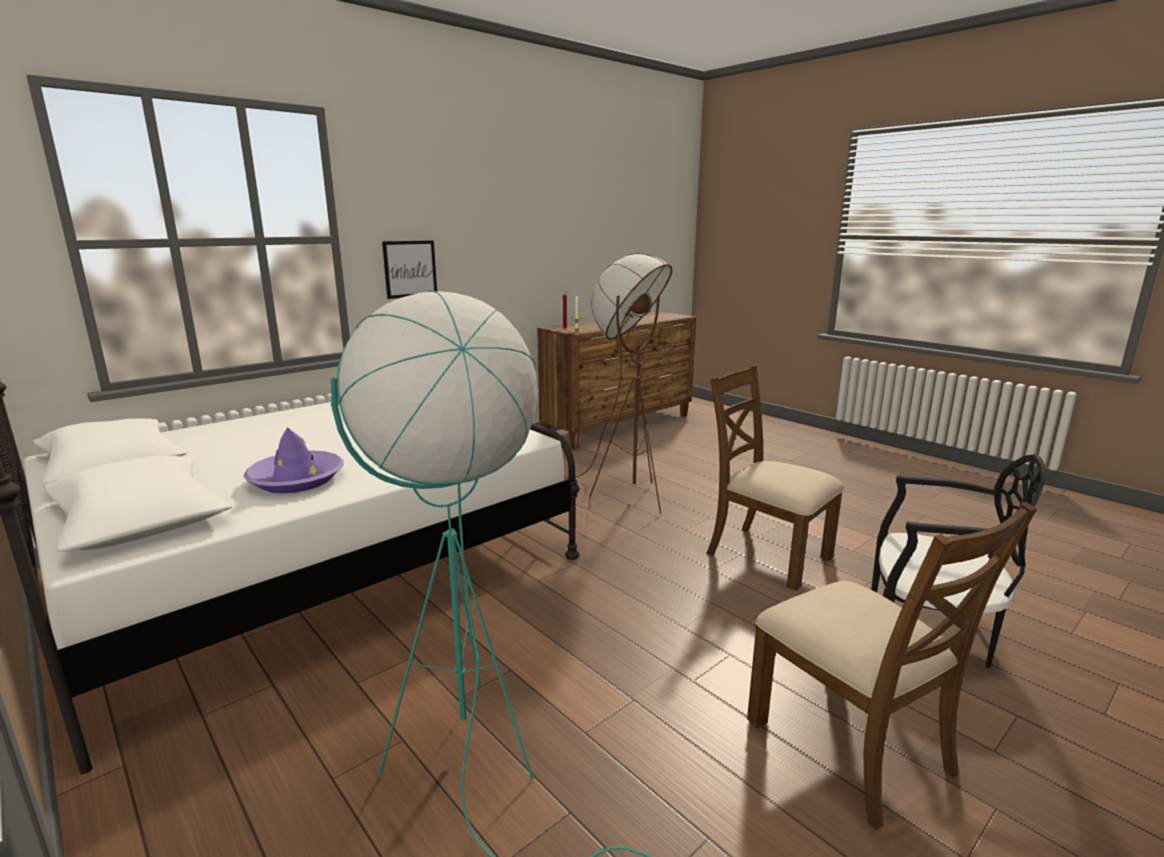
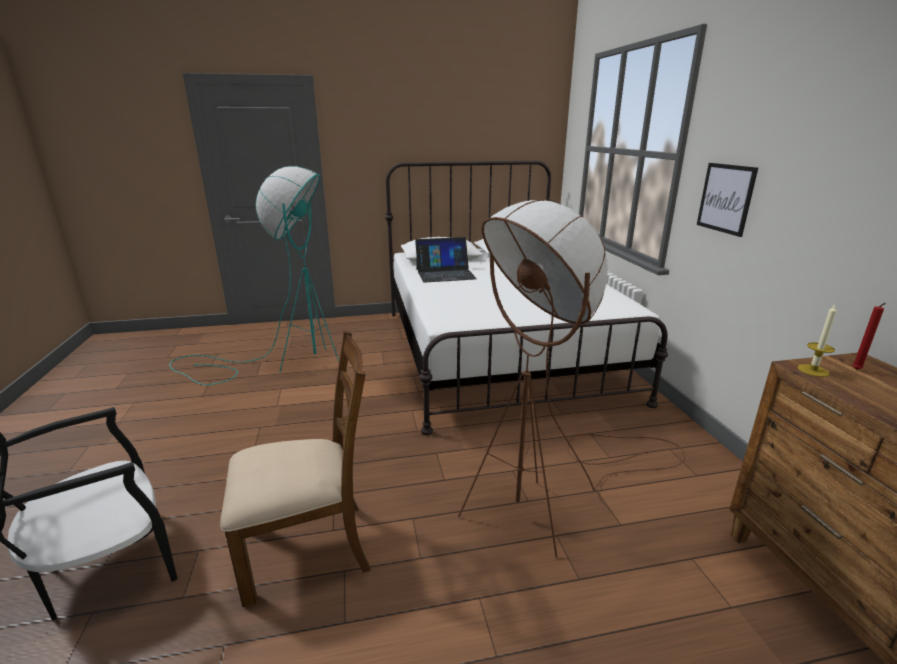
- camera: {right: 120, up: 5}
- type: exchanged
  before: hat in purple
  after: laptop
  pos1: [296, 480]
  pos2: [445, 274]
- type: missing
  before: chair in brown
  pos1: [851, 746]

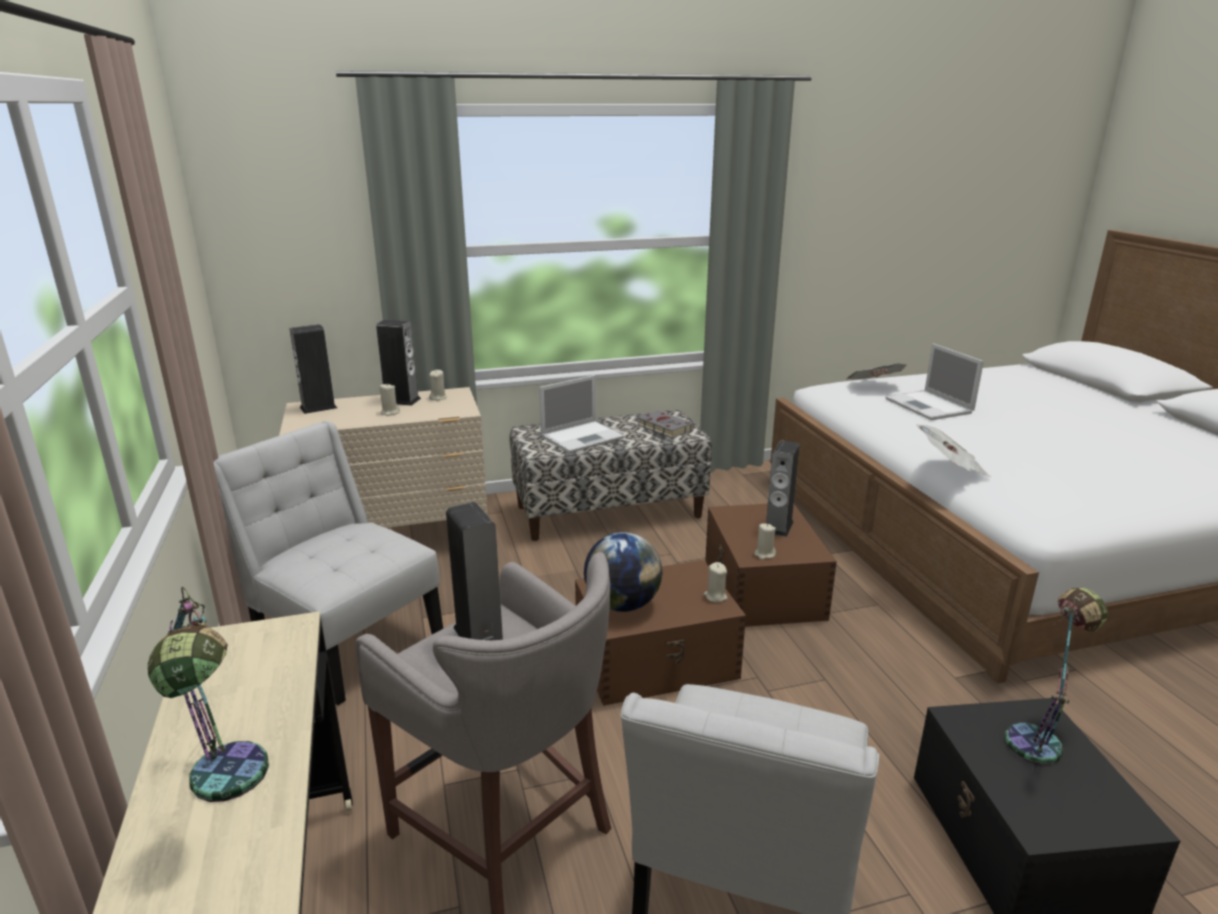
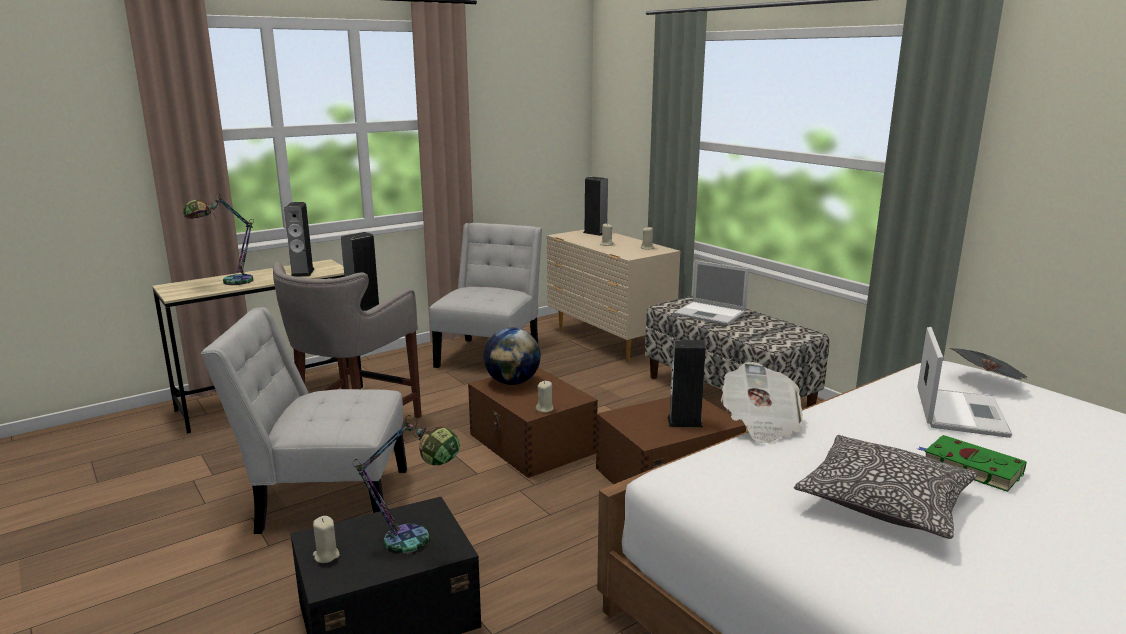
- camera: {right: 70, up: -5}
- type: relocated
  before: speaker
  pos1: [401, 400]
  pos2: [302, 273]
- type: relocated
  before: candle in beige
  pos1: [764, 554]
  pos2: [326, 555]
- type: appeared
  after: pillow
  pos2: [884, 501]
- type: spun
  before: laptop
  pos1: [930, 406]
  pos2: [959, 412]
  turn: 150
- type: appeared
  after: book in green
  pos2: [969, 467]
- type: missing
  before: book in grey
  pos1: [663, 427]

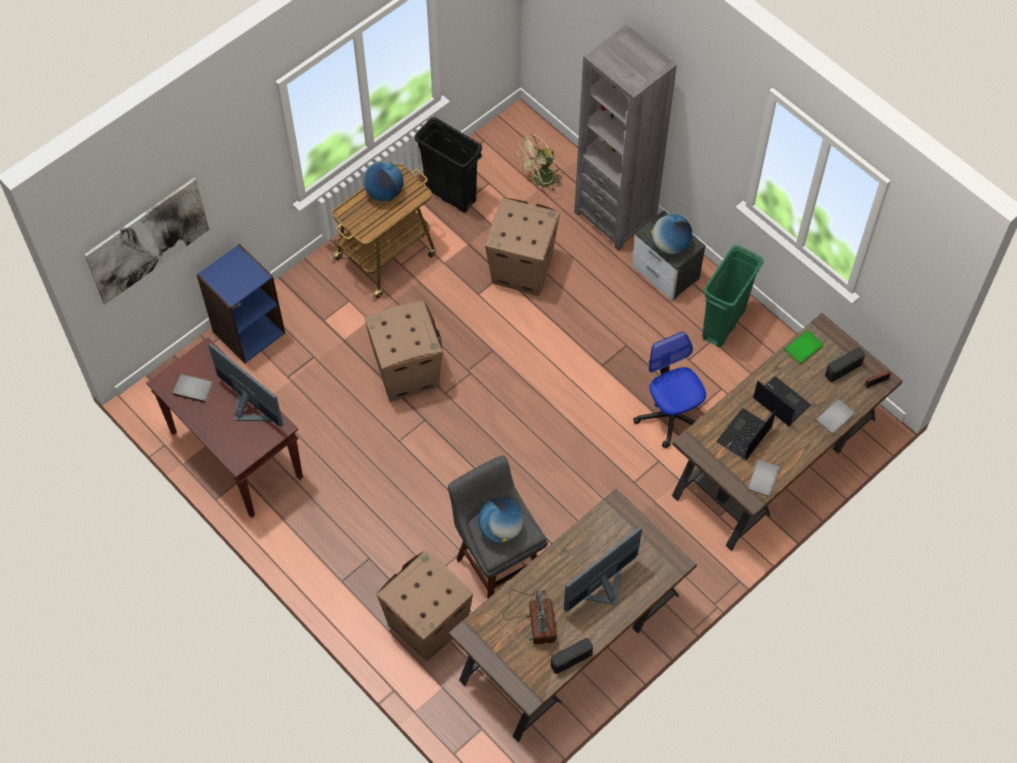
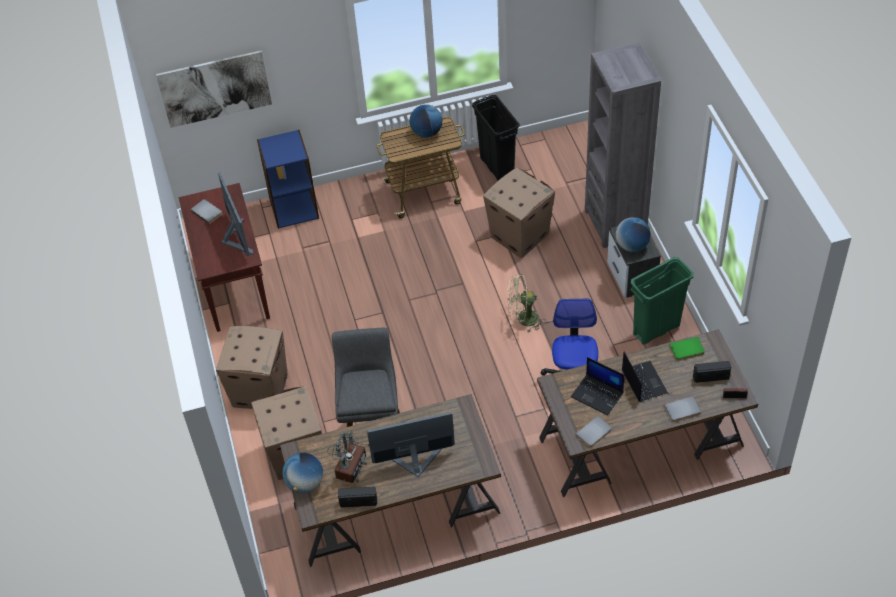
- camera: {right: 30, up: -10}
- type: relocated
  before: cardboard box
  pos1: [407, 372]
  pos2: [260, 390]
- type: relocated
  before: globe
  pos1: [500, 529]
  pos2: [305, 483]
- type: relocated
  before: fan in beige
  pos1: [540, 181]
  pos2: [523, 319]
- type: spun
  before: laptop
  pos1: [744, 435]
  pos2: [598, 395]
  turn: -120

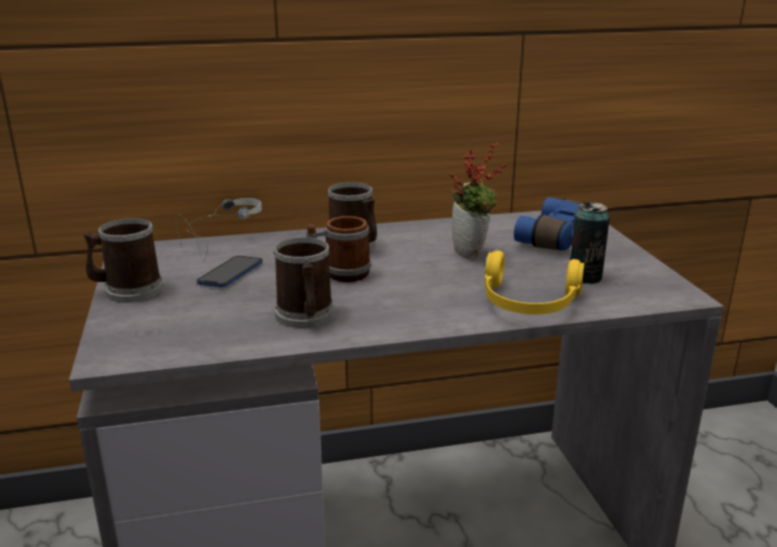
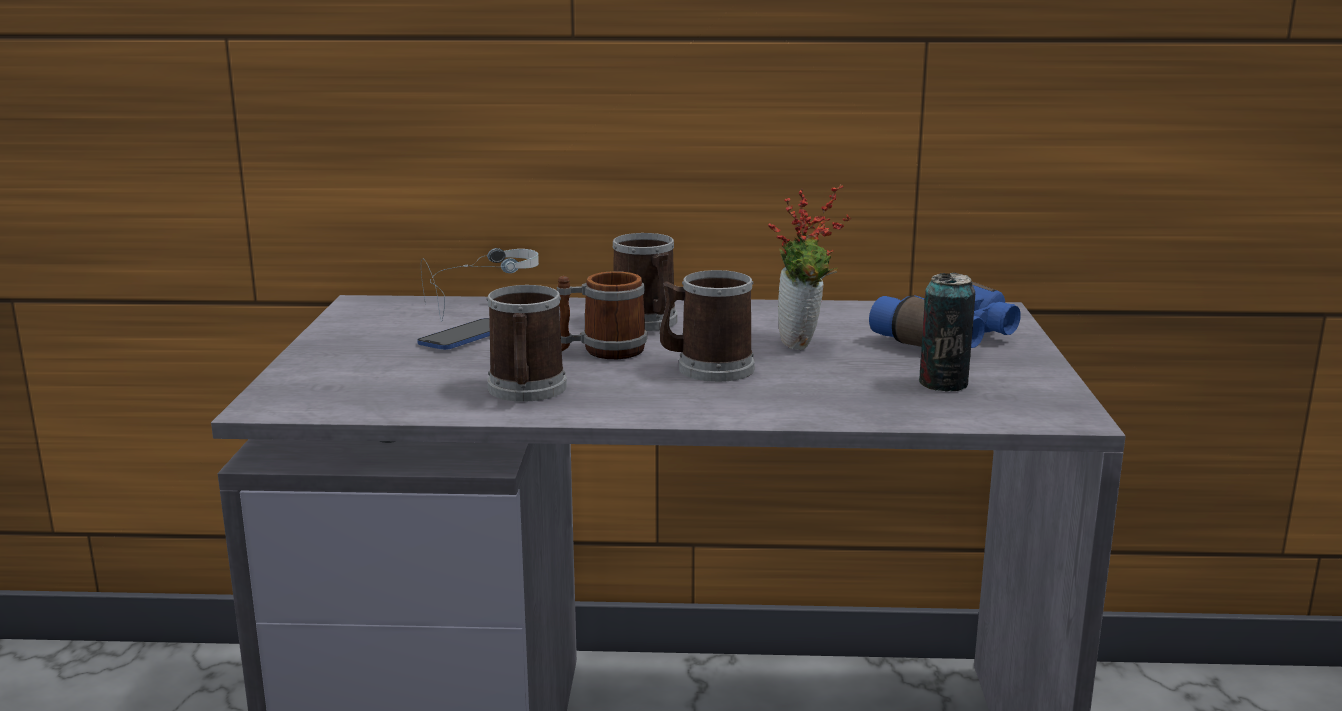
- camera: {right: 15, up: -5}
- type: relocated
  before: mug
  pos1: [127, 291]
  pos2: [707, 368]
- type: missing
  before: headphones in yellow
  pos1: [528, 303]

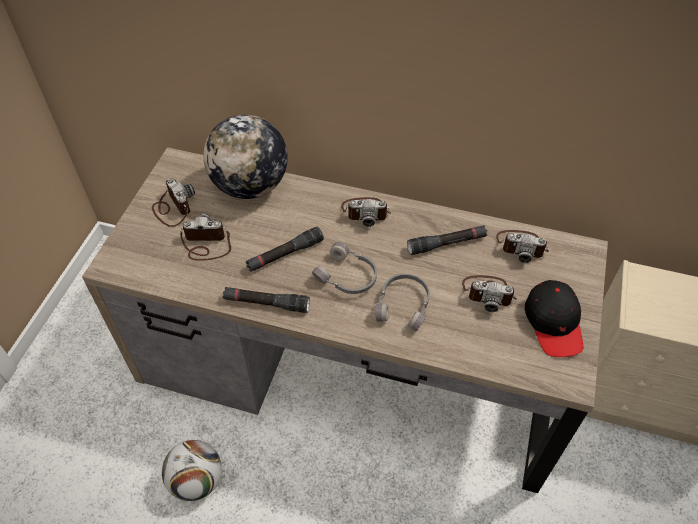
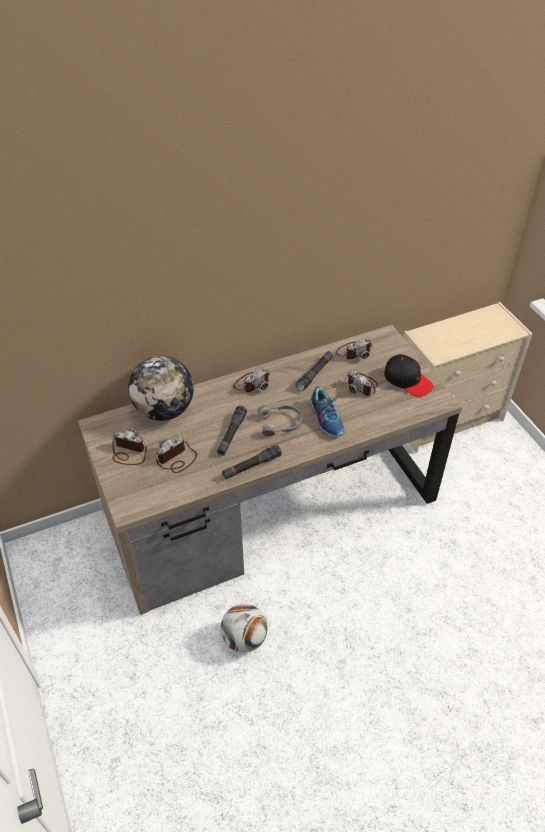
- camera: {right: -40, up: -5}
- type: exchanged
  before: headphones in grey
  after: shoe
  pos1: [404, 305]
  pos2: [327, 418]
- type: spun
  before: photo camera
  pos1: [488, 293]
  pos2: [362, 385]
  turn: 75

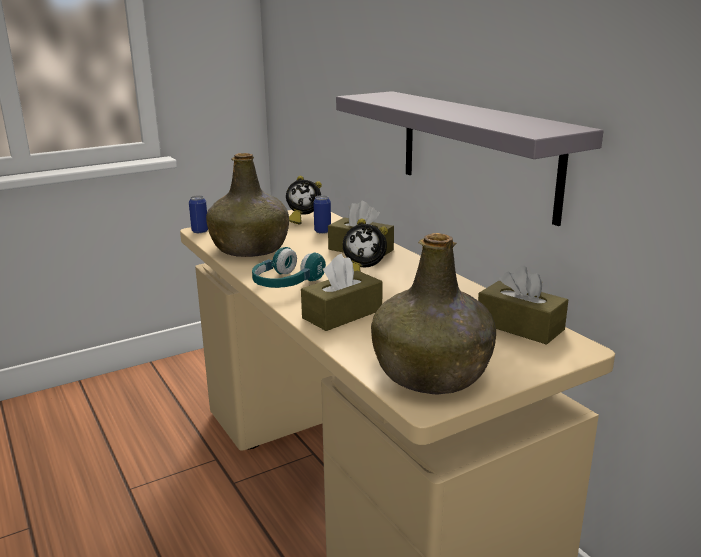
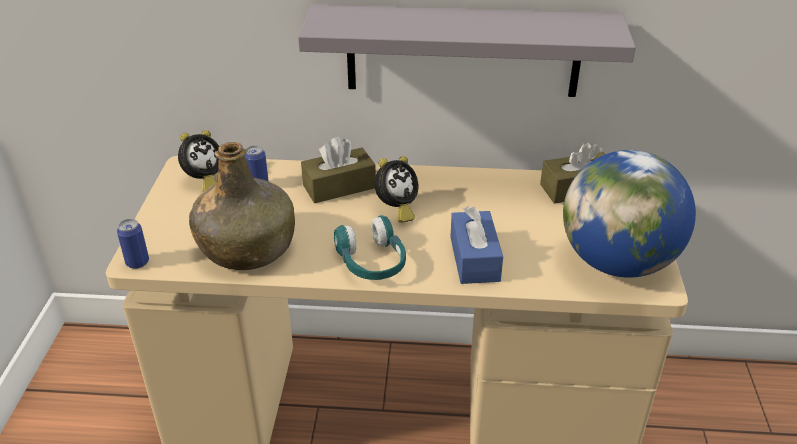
- camera: {right: -55, up: 15}
- type: colour
  before: tissue box in brown
  after: tissue box in blue
  pos1: [342, 314]
  pos2: [474, 259]
- type: exchanged
  before: bottle in green
  after: globe
  pos1: [433, 373]
  pos2: [617, 262]

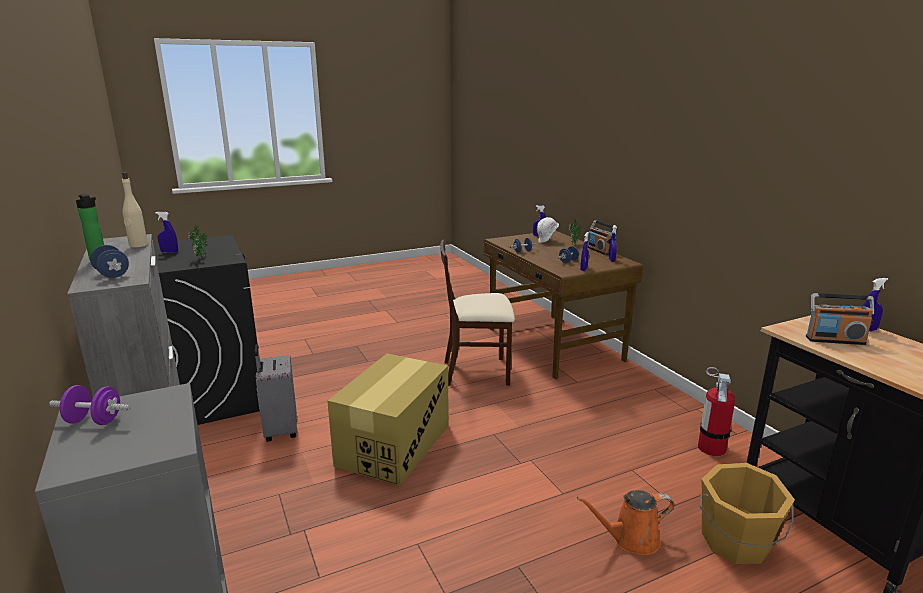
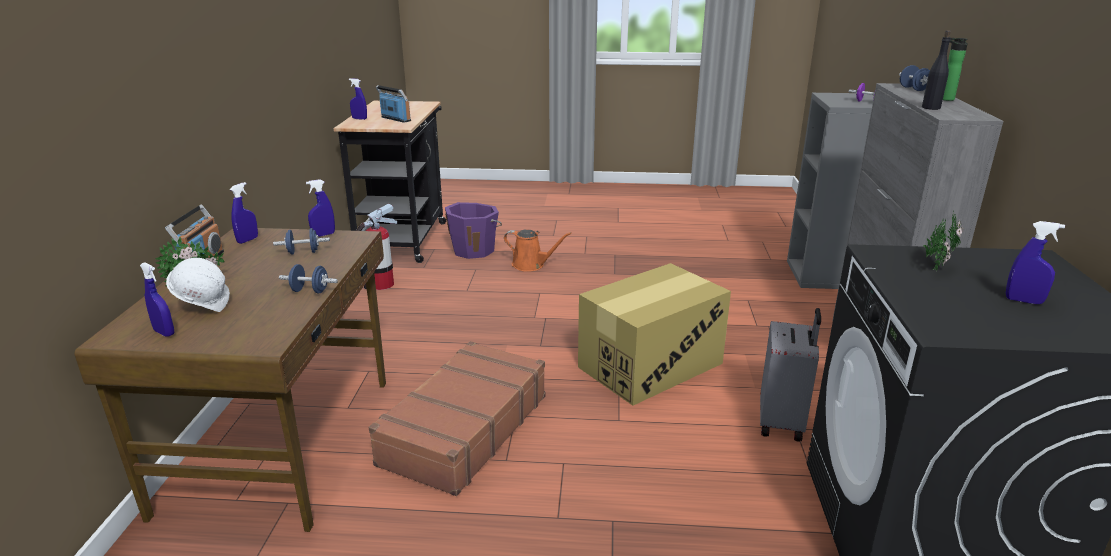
- camera: {right: -150, up: 5}
- type: exchanged
  before: chair in beige
  after: suitcase in brown
  pos1: [477, 372]
  pos2: [463, 429]
- type: colour
  before: bucket in orange
  after: bucket in purple
  pos1: [736, 542]
  pos2: [474, 250]
- type: colour
  before: bottle in beige
  after: bottle in black
  pos1: [138, 245]
  pos2: [931, 107]

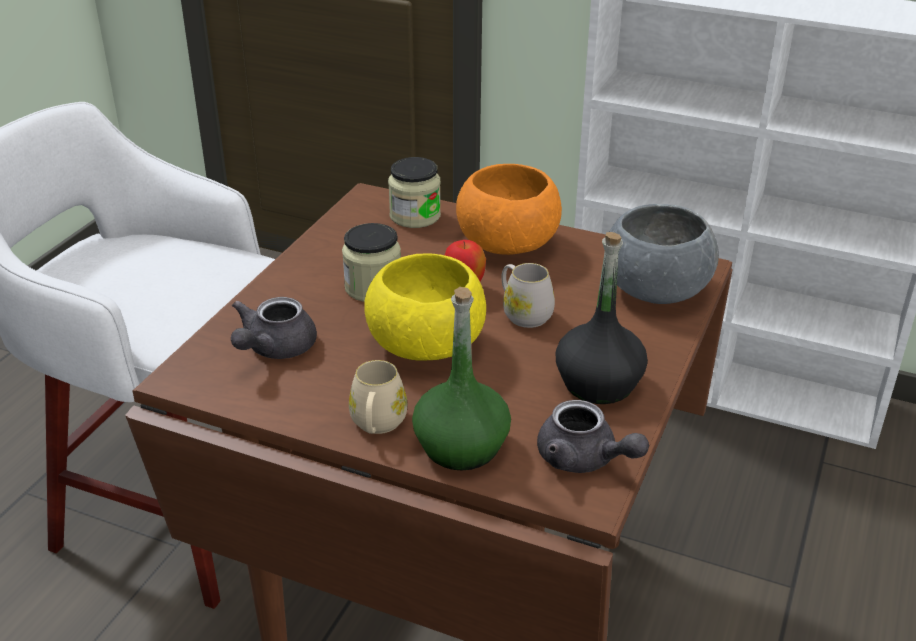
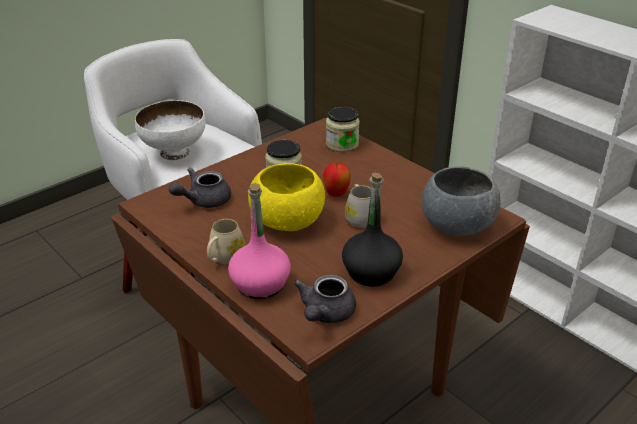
- camera: {right: 25, up: 0}
- type: appeared
  after: bowl in white
  pos2: [174, 152]
- type: colour
  before: bottle in green
  after: bottle in pink
  pos1: [462, 447]
  pos2: [260, 284]
- type: spun
  before: teapot in grey
  pos1: [584, 459]
  pos2: [325, 314]
  turn: 45
- type: missing
  before: bowl in orange
  pos1: [508, 244]

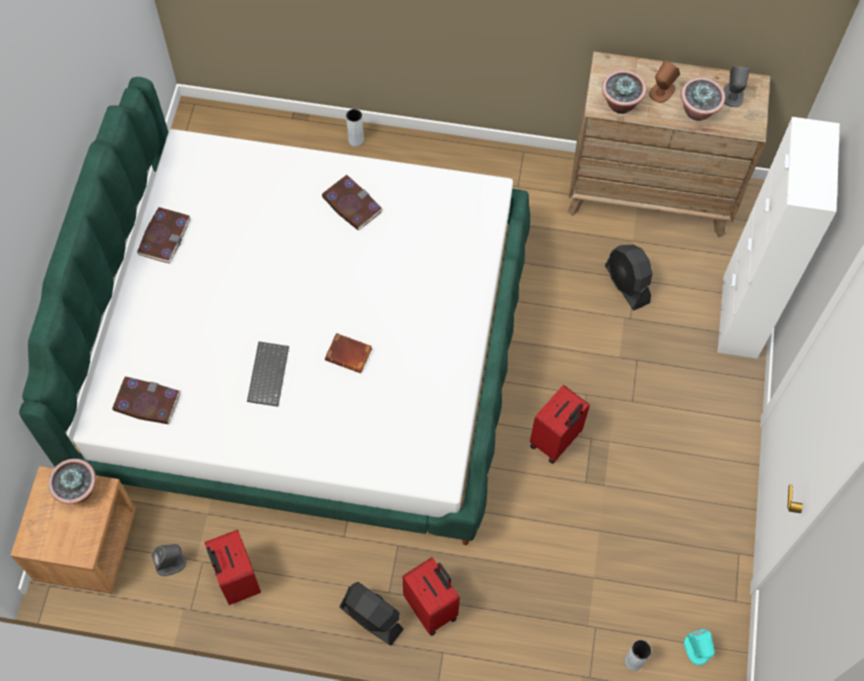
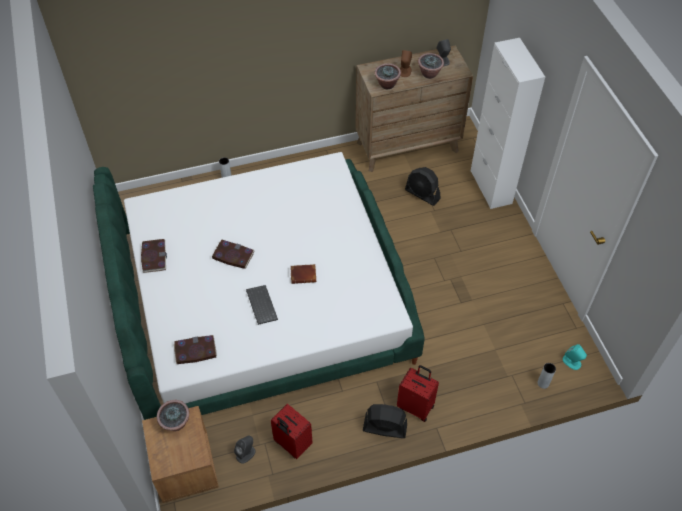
- camera: {right: -25, up: -10}
- type: relocated
  before: book
  pos1: [351, 204]
  pos2: [233, 255]
- type: missing
  before: suitcase in red
  pos1: [556, 441]

